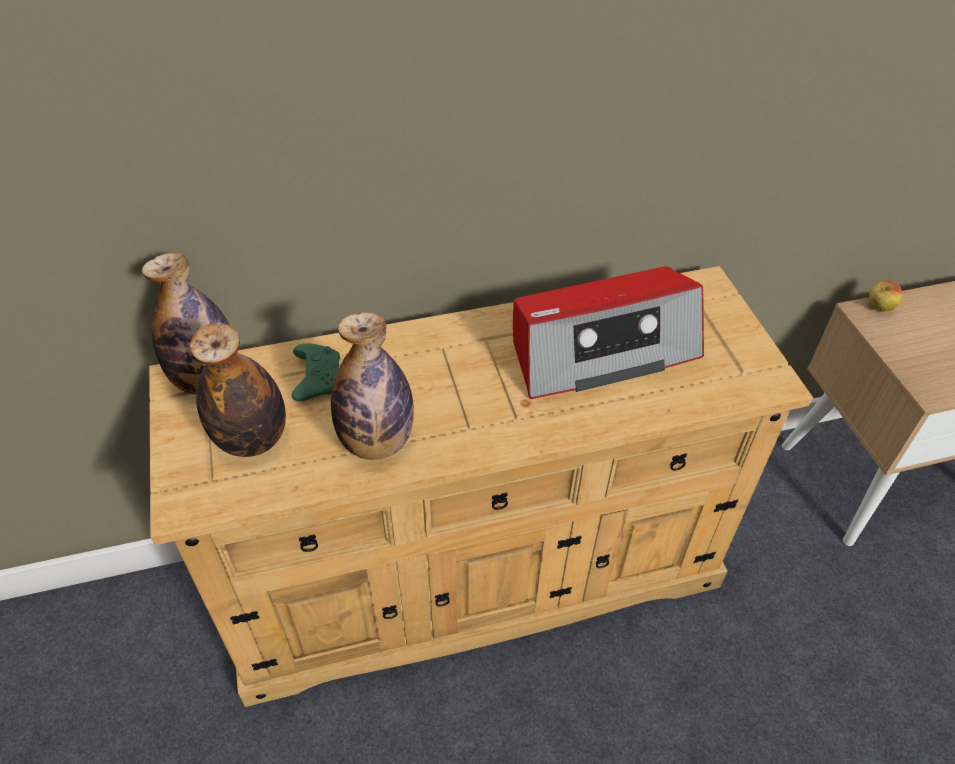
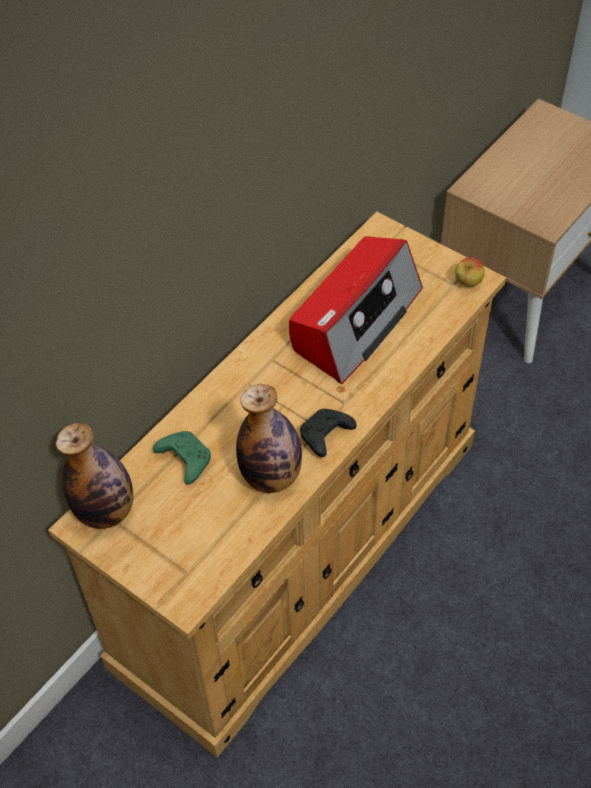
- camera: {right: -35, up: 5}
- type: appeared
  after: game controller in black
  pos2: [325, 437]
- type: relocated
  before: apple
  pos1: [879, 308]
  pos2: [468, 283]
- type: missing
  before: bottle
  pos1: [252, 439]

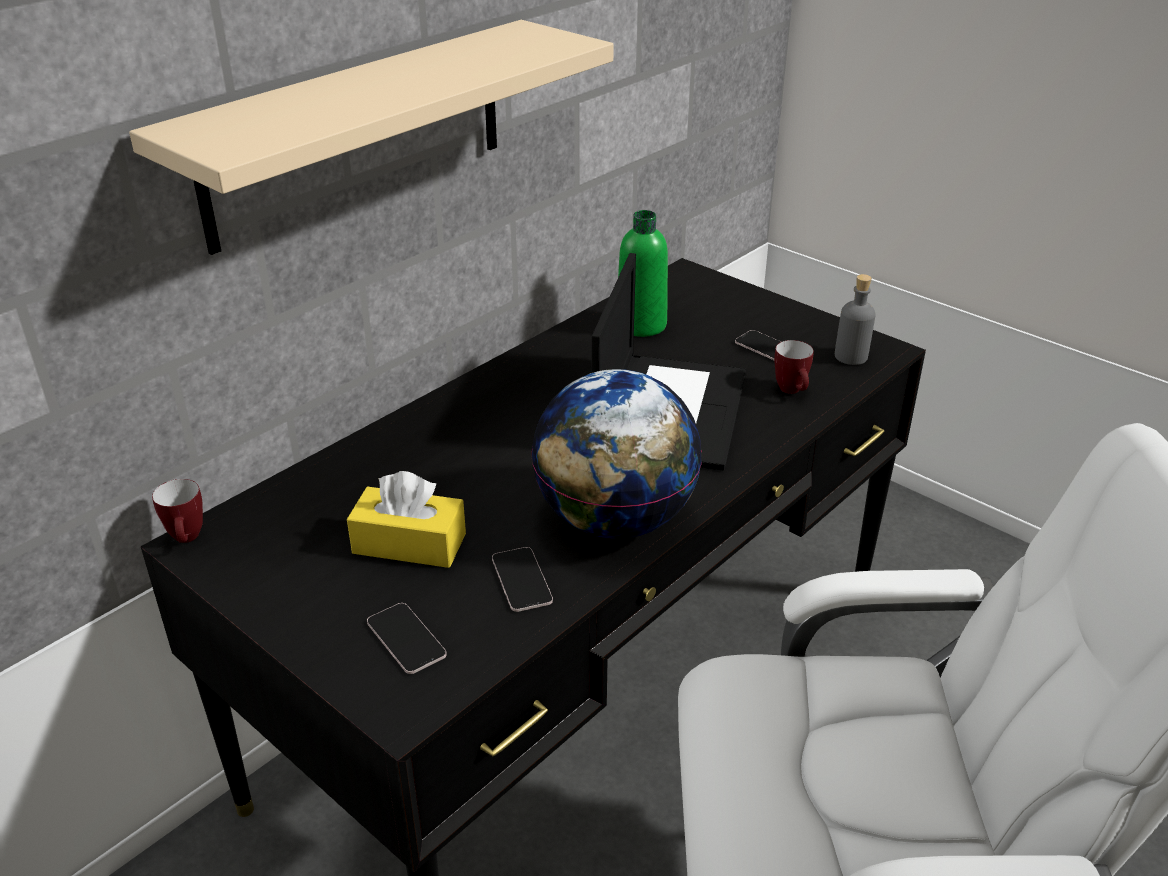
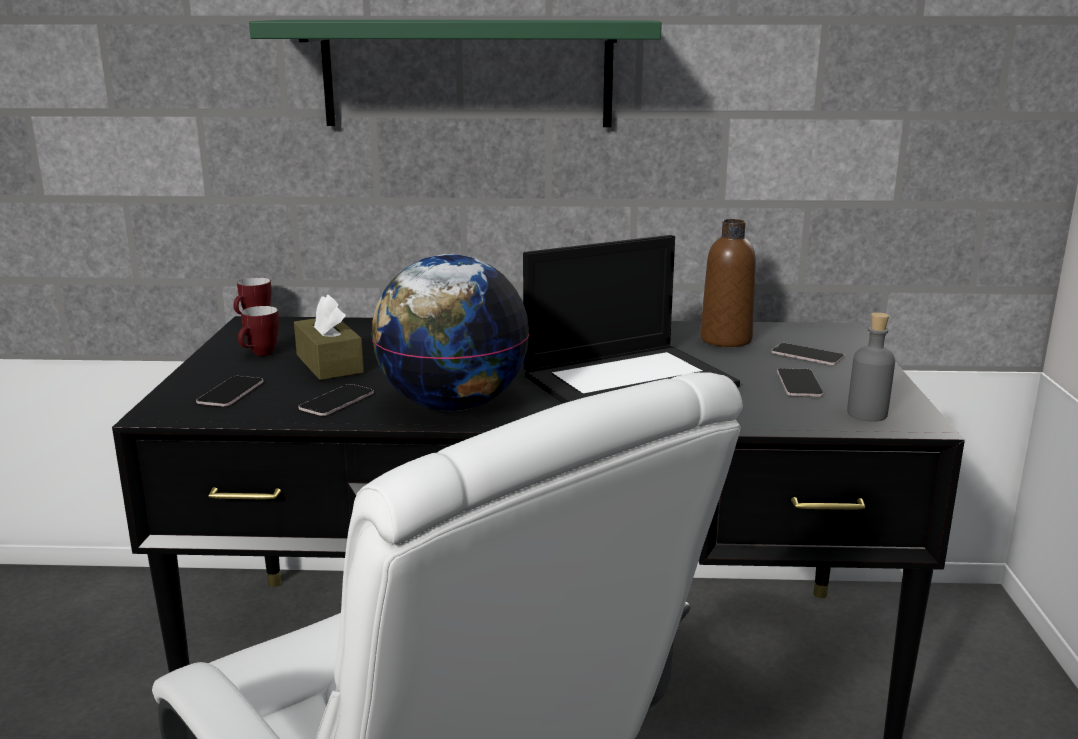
- camera: {right: 50, up: -15}
- type: relocated
  before: mug
  pos1: [792, 392]
  pos2: [260, 354]
- type: colour
  before: shelf in beige
  after: shelf in green
  pos1: [358, 133]
  pos2: [467, 74]
- type: colour
  before: tissue box in yellow
  after: tissue box in brown
  pos1: [409, 543]
  pos2: [329, 364]
- type: colour
  before: bottle in green
  after: bottle in brown
  pos1: [641, 325]
  pos2: [726, 339]
- type: appeared
  after: phone
  pos2: [807, 355]

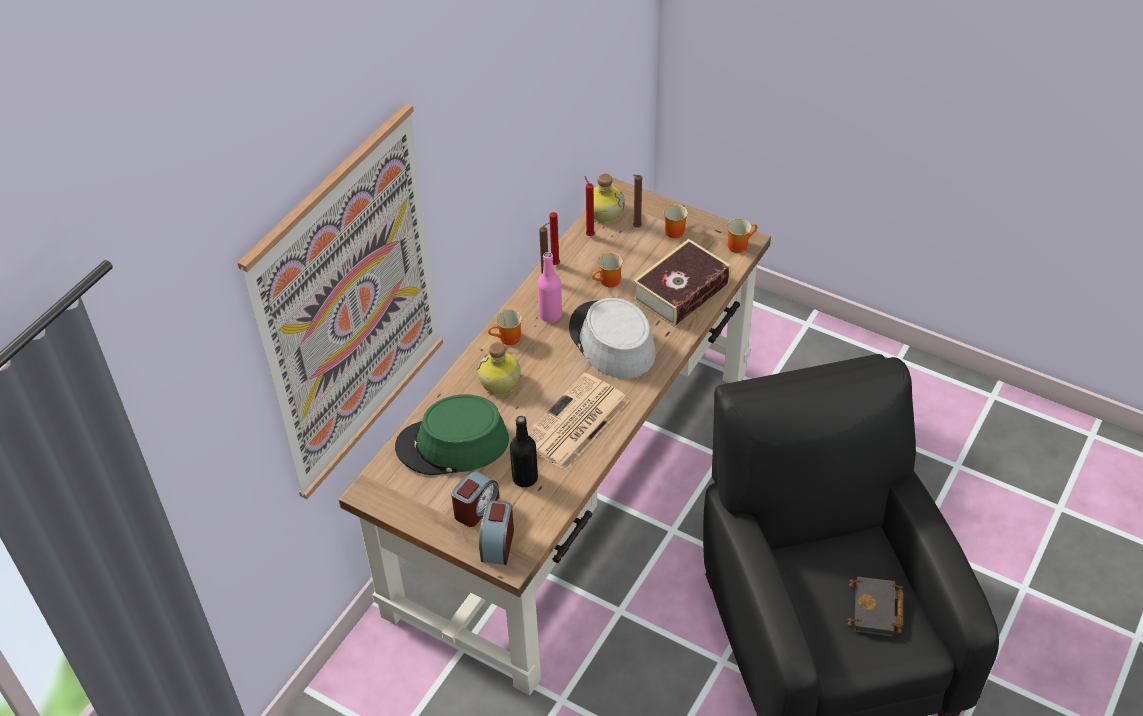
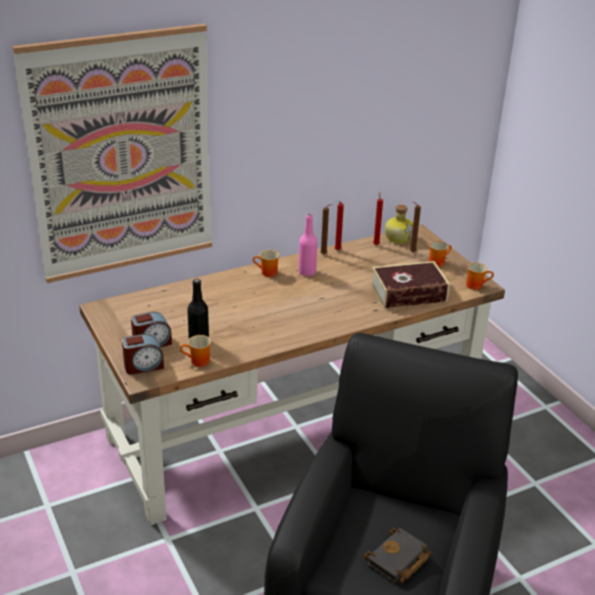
- camera: {right: 30, up: -15}
- type: spun
  before: alarm clock
  pos1: [497, 543]
  pos2: [143, 366]
  turn: -150
- type: relocated
  before: mug
  pos1: [609, 282]
  pos2: [197, 362]
- type: missing
  before: hat in green
  pos1: [452, 444]
- type: missing
  before: bottle
  pos1: [500, 383]
- type: missing
  before: newspaper
  pos1: [574, 423]
- type: missing
  before: hat in grey
  pos1: [611, 341]

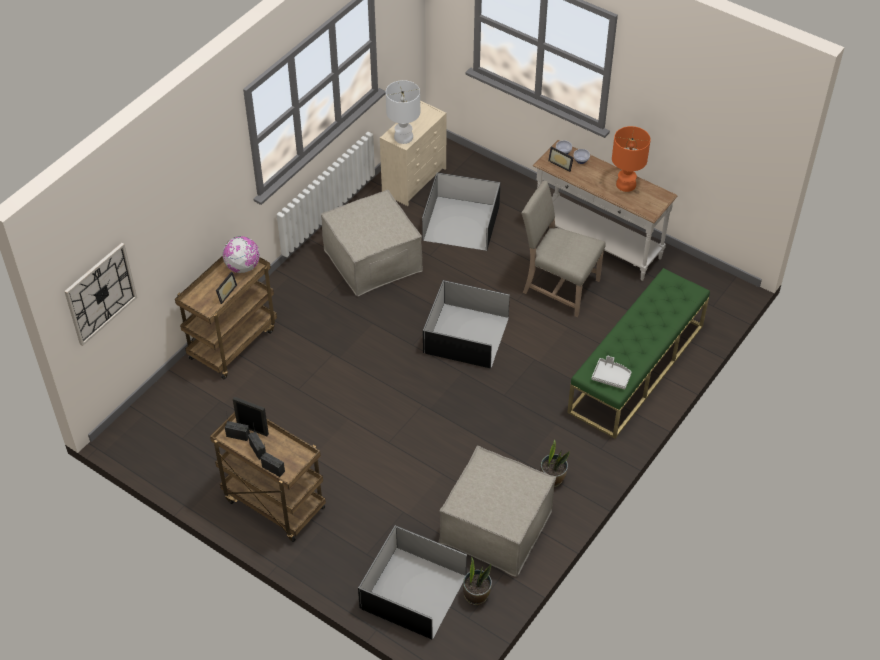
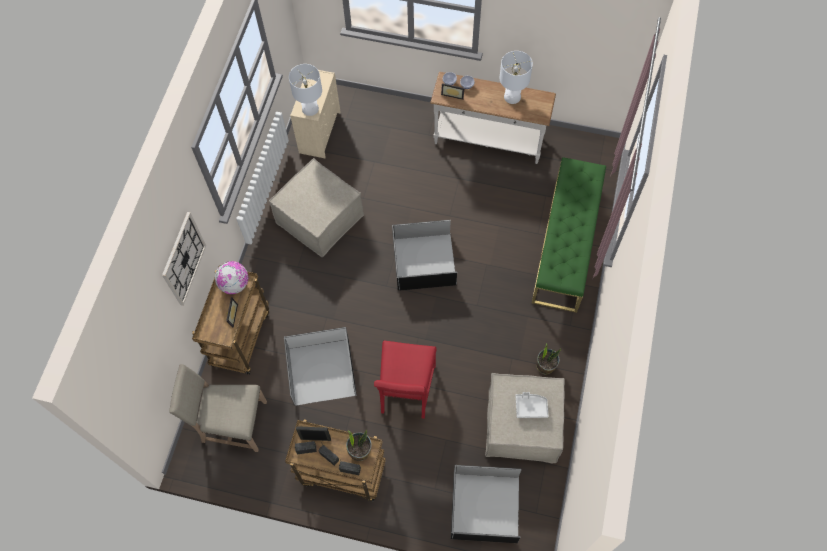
- camera: {right: -20, up: 15}
- type: relocated
  before: wall clock
  pos1: [100, 293]
  pos2: [183, 259]
- type: relocated
  before: chair in beige
  pos1: [558, 287]
  pos2: [231, 423]
- type: relocated
  before: storage box in black
  pos1: [460, 222]
  pos2: [320, 371]
- type: relocated
  before: potted plant
  pos1: [476, 595]
  pos2: [360, 450]
- type: appeared
  after: chair in red
  pos2: [406, 390]
- type: colour
  before: table lamp in orange
  after: table lamp in white
  pos1: [625, 184]
  pos2: [512, 96]
- type: relocated
  before: tray in grey
  pos1: [611, 377]
  pos2: [530, 407]

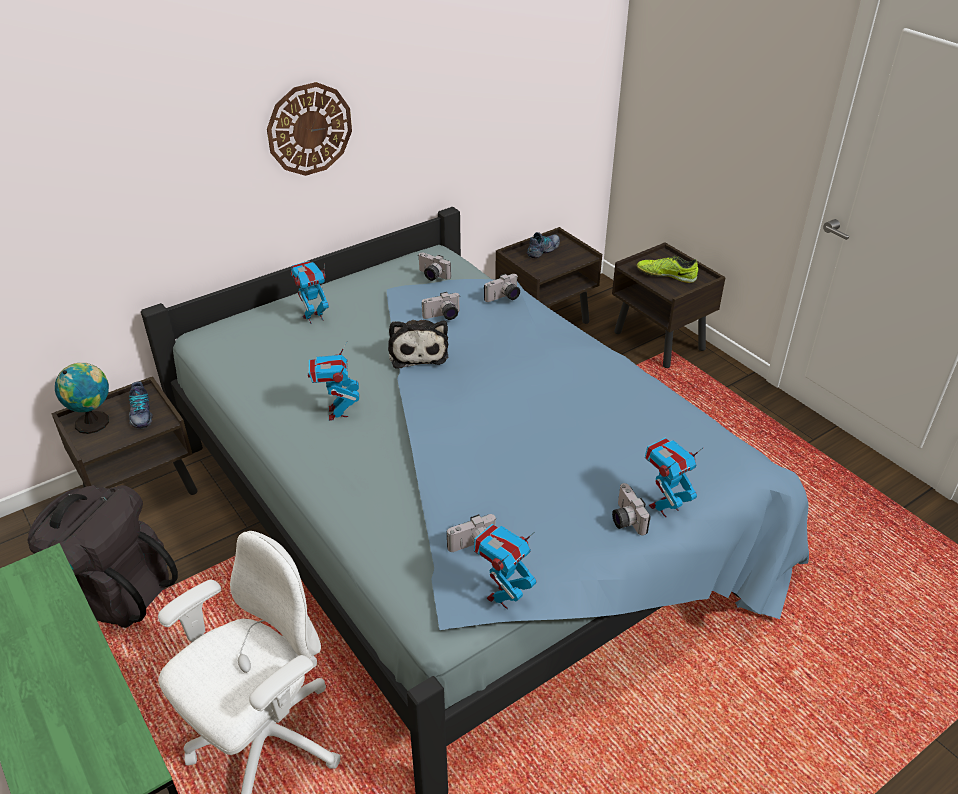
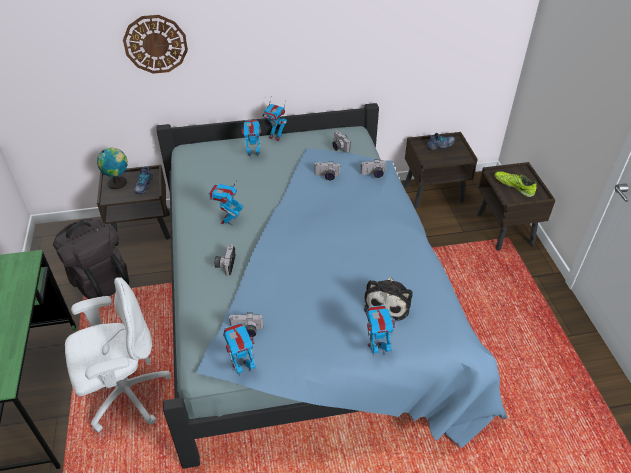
- camera: {right: 25, up: 5}
- type: relocated
  before: wall clock
  pos1: [309, 129]
  pos2: [155, 44]
- type: relocated
  before: photo camera
  pos1: [625, 519]
  pos2: [225, 264]
- type: appeared
  after: toy robot
  pos2: [275, 137]
- type: relocated
  before: plush toy
  pos1: [418, 351]
  pos2: [388, 302]

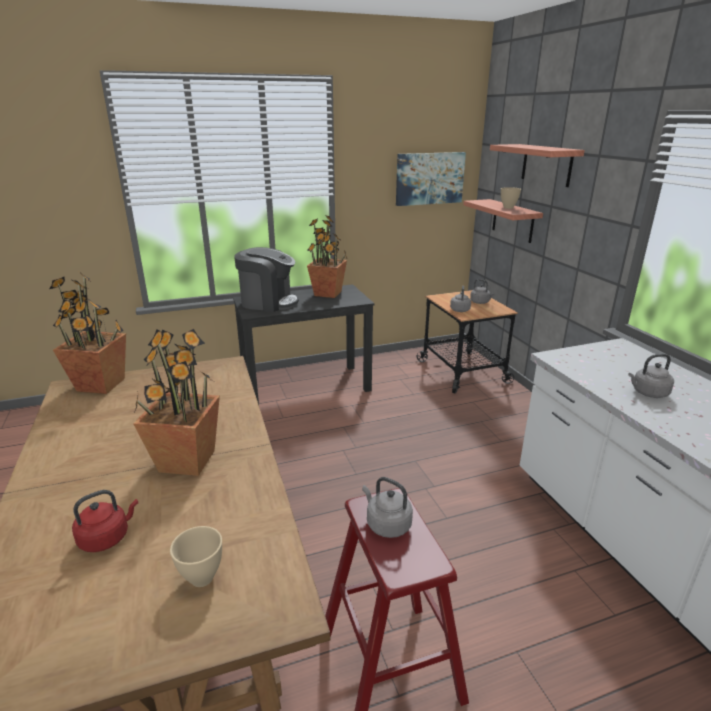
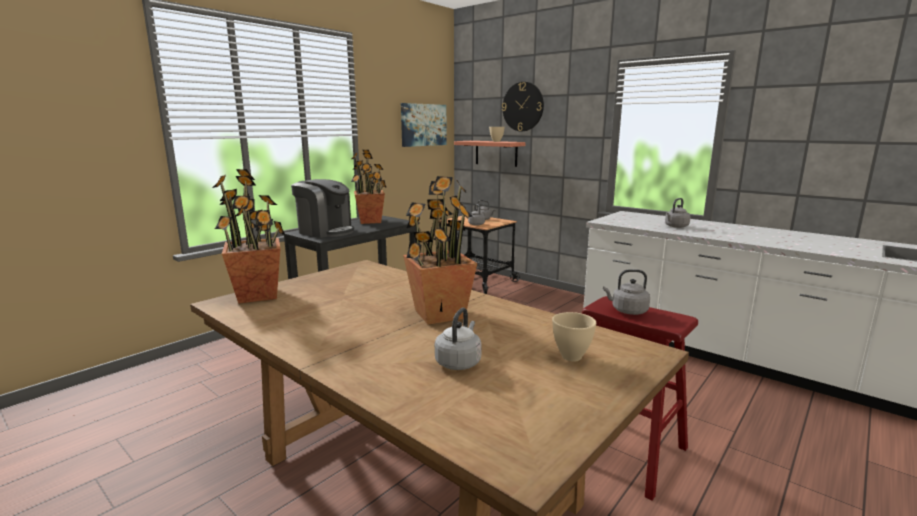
- camera: {right: -30, up: -10}
- type: spun
  before: coffee machine
  pos1: [268, 302]
  pos2: [325, 231]
  turn: 45
- type: colour
  before: kettle in red
  after: kettle in grey
  pos1: [107, 538]
  pos2: [459, 362]
- type: exchanged
  before: shelf
  after: wall clock
  pos1: [546, 165]
  pos2: [523, 106]

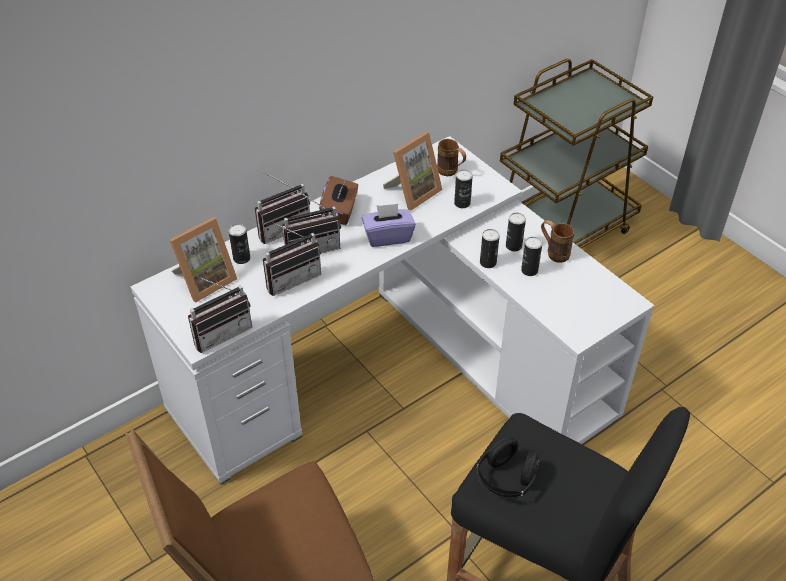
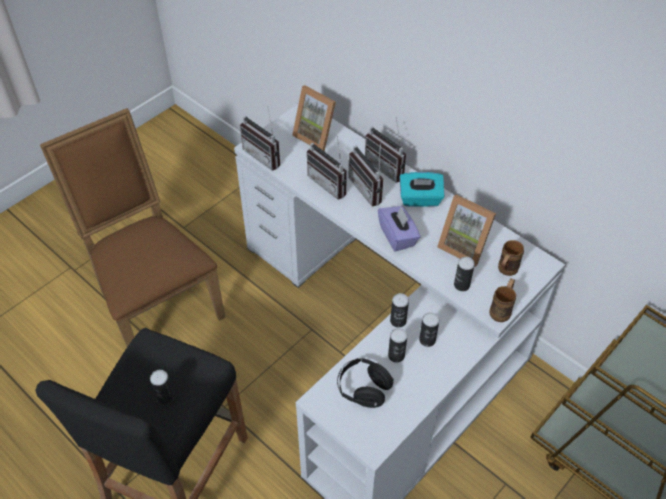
- camera: {right: 80, up: 5}
- type: relocated
  before: can
  pos1: [241, 258]
  pos2: [165, 397]
- type: relocated
  before: headphones in black
  pos1: [506, 479]
  pos2: [363, 389]
- type: colour
  before: tissue box in brown
  after: tissue box in turquoise
  pos1: [340, 212]
  pos2: [420, 199]
- type: relocated
  before: mug in brown
  pos1: [553, 252]
  pos2: [502, 309]

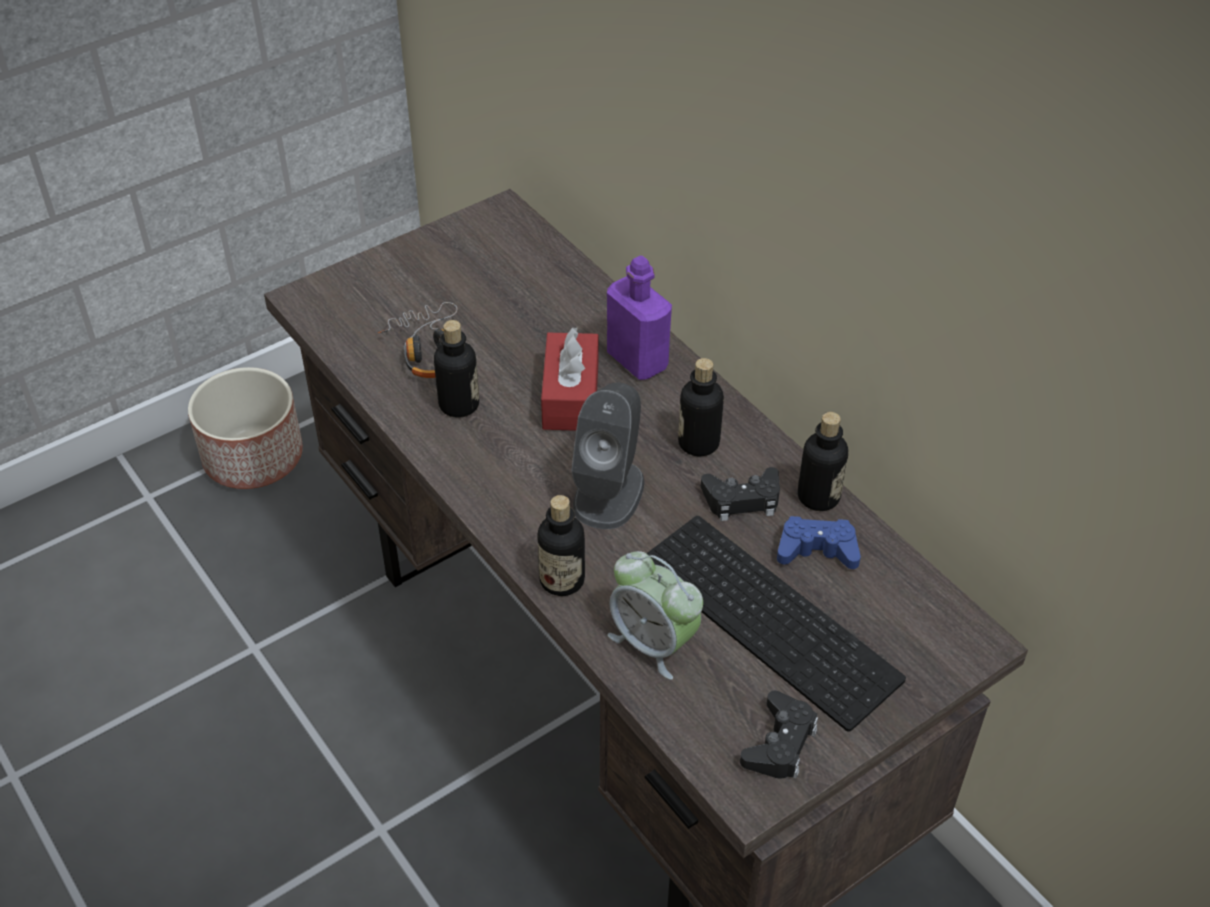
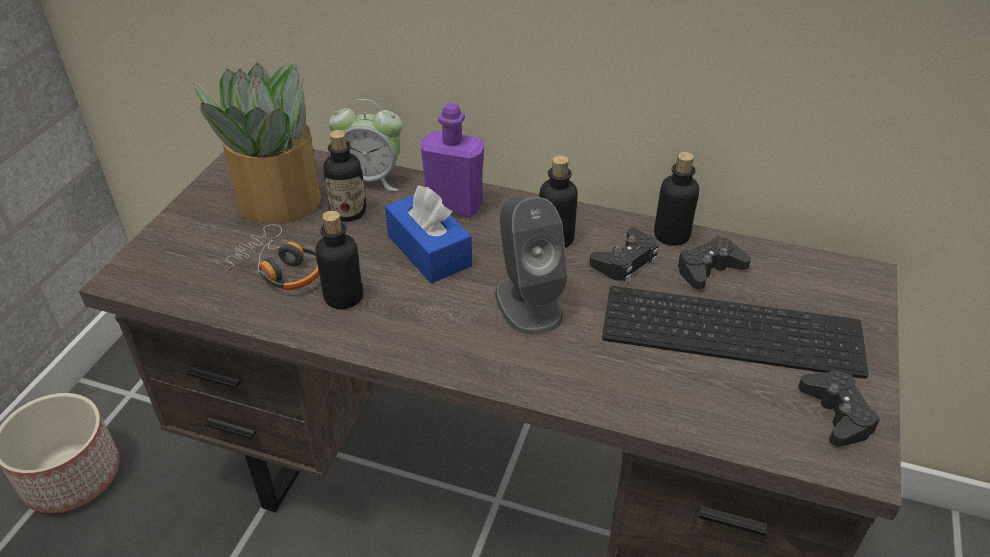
- camera: {right: -35, up: -5}
- type: appeared
  after: potted plant
  pos2: [278, 200]
- type: relocated
  before: bottle
  pos1: [562, 580]
  pos2: [348, 212]
- type: relocated
  before: alarm clock
  pos1: [653, 643]
  pos2: [371, 179]
- type: colour
  before: tissue box in red
  after: tissue box in blue
  pos1: [570, 396]
  pos2: [429, 251]
- type: colour
  before: game controller in blue
  after: game controller in black
  pos1: [817, 550]
  pos2: [709, 269]

